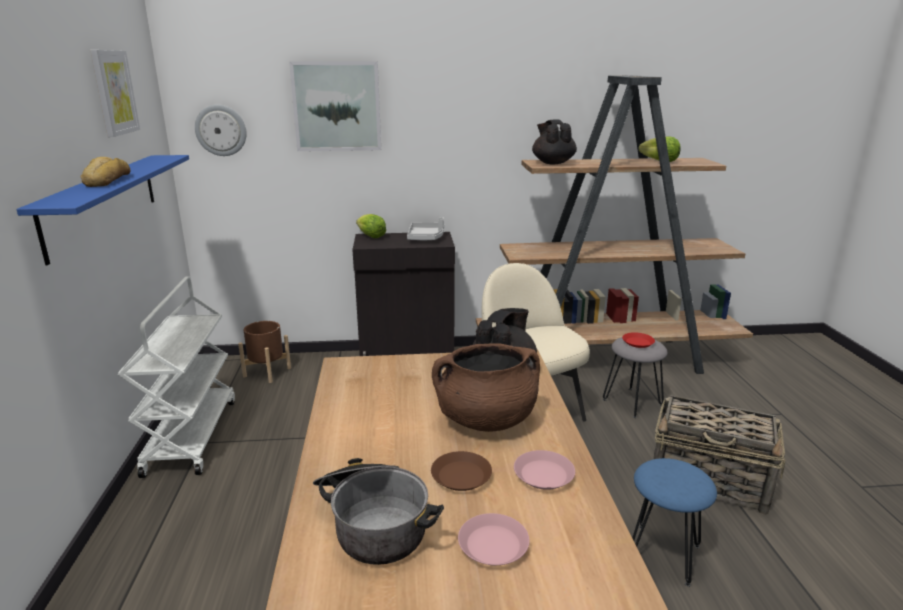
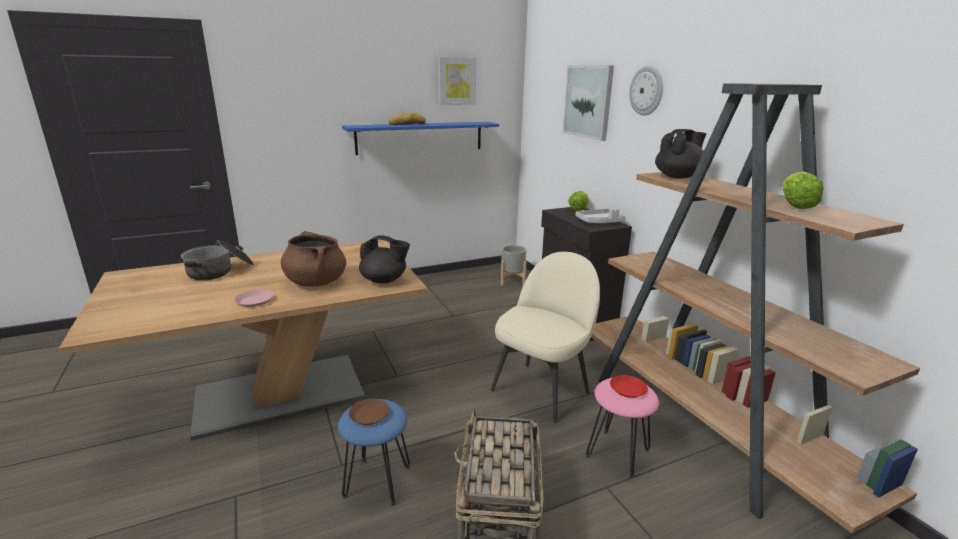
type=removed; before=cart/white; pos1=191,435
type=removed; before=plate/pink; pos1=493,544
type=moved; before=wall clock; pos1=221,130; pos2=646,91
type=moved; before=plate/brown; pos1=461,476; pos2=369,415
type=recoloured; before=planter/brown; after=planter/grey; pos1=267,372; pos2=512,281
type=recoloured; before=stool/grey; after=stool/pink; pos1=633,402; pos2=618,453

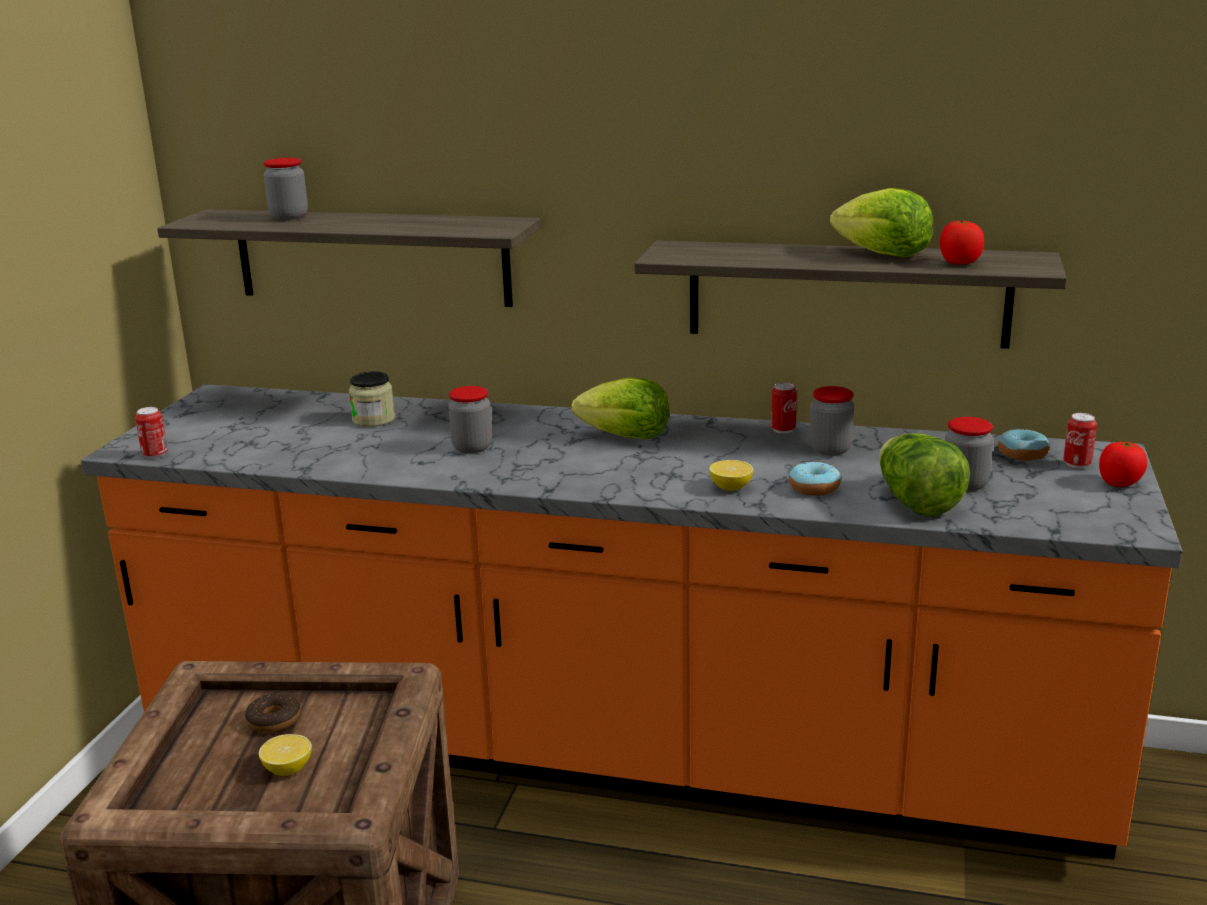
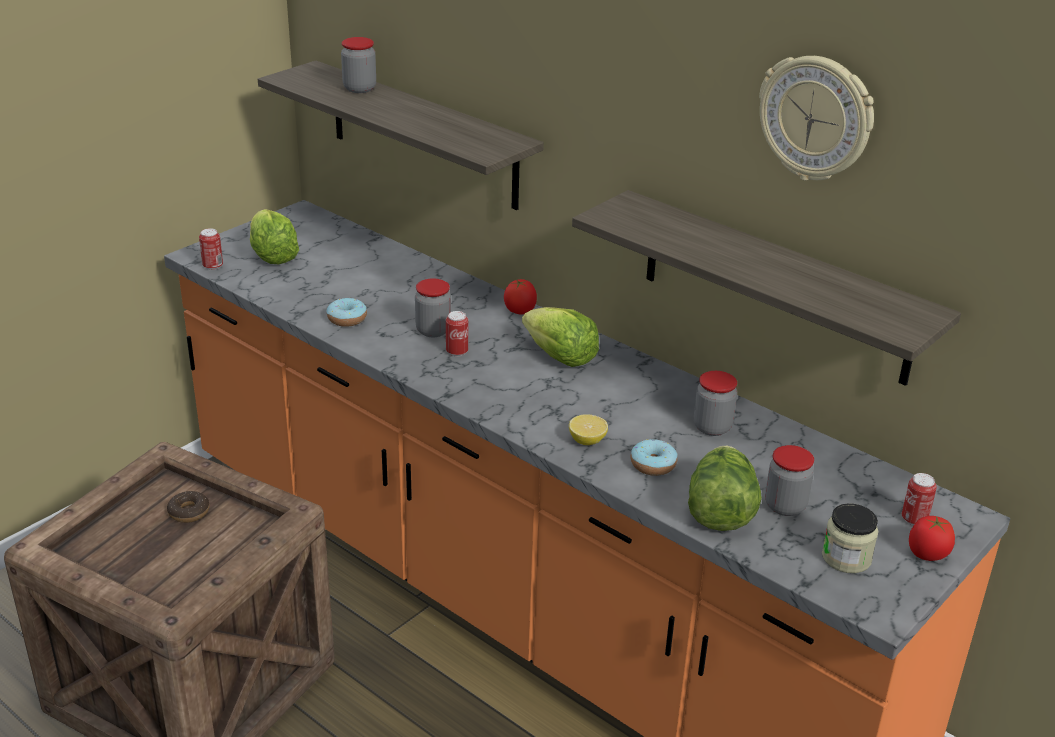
type=removed; before=lemon; pos1=287,769
type=added; after=wall clock; pos2=816,118
type=moved; before=jar; pos1=373,419; pos2=846,558
type=moved; before=can; pos1=783,430; pos2=457,352
type=moved; before=lettuce; pos1=882,254; pos2=272,255
type=moved; before=tomato; pos1=959,263; pos2=520,311
type=moved; before=donut; pos1=1022,454; pos2=347,319

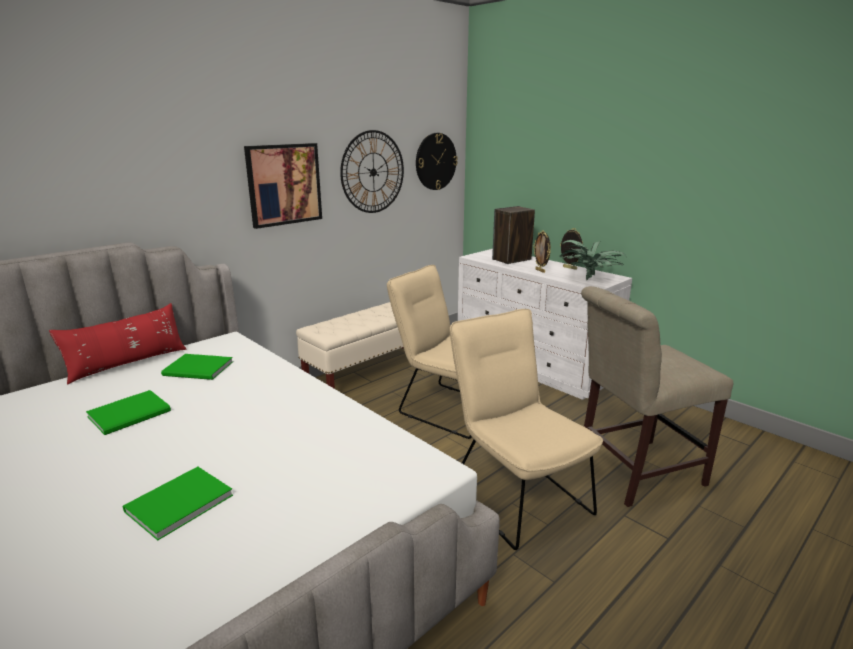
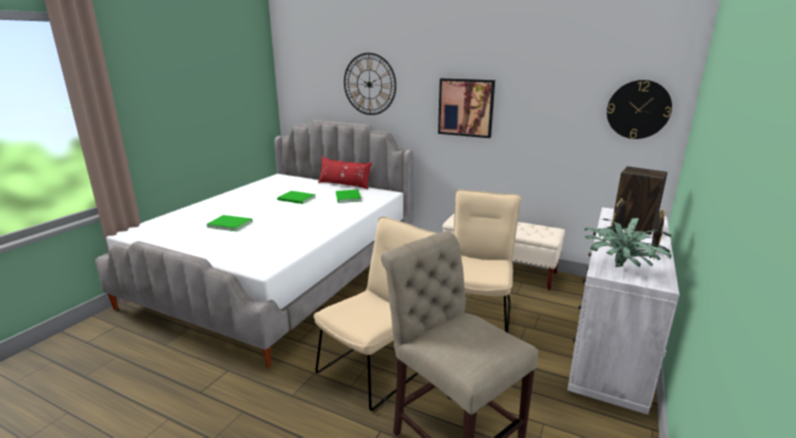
type=moved; before=wall clock; pos1=373,172; pos2=369,84

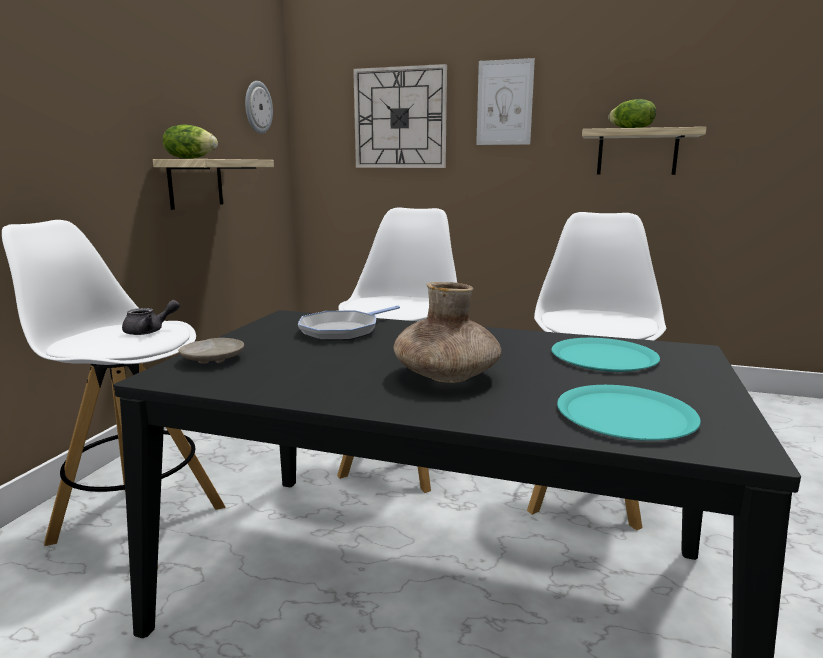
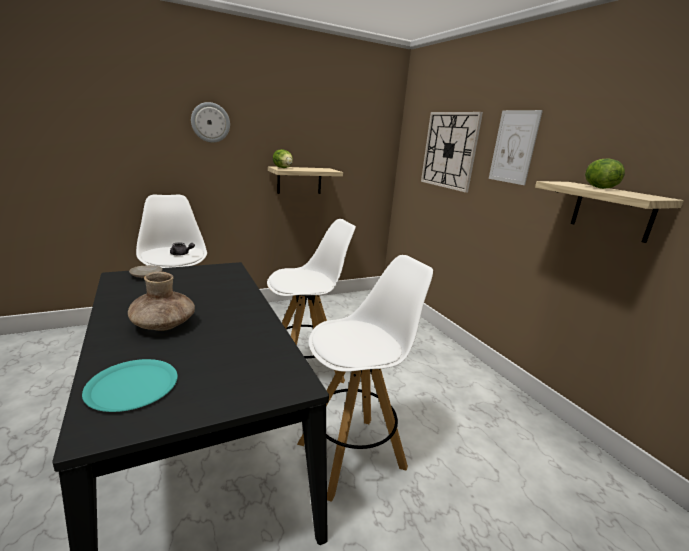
type=removed; before=frying pan; pos1=343,330
type=removed; before=plate/turquoise; pos1=604,357
type=moved; before=wall clock; pos1=257,107; pos2=210,122

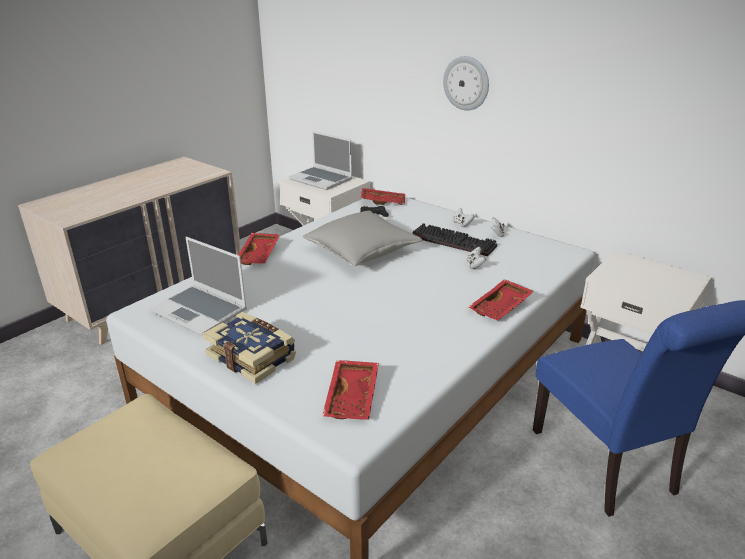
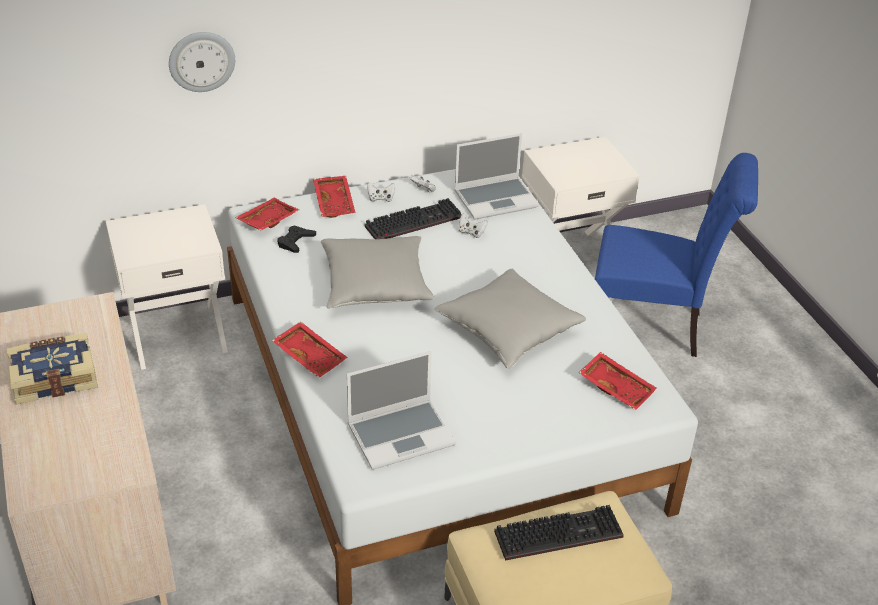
type=added; after=pillow/grey; pos2=508,330
type=added; after=keyboard; pos2=559,532
type=moved; before=book; pos1=252,357; pos2=54,377
type=moved; before=laptop; pos1=322,179; pos2=496,199
type=moved; before=wall clock; pos1=466,83; pos2=201,61
type=moved; before=tray/red; pos1=501,307; pos2=335,203

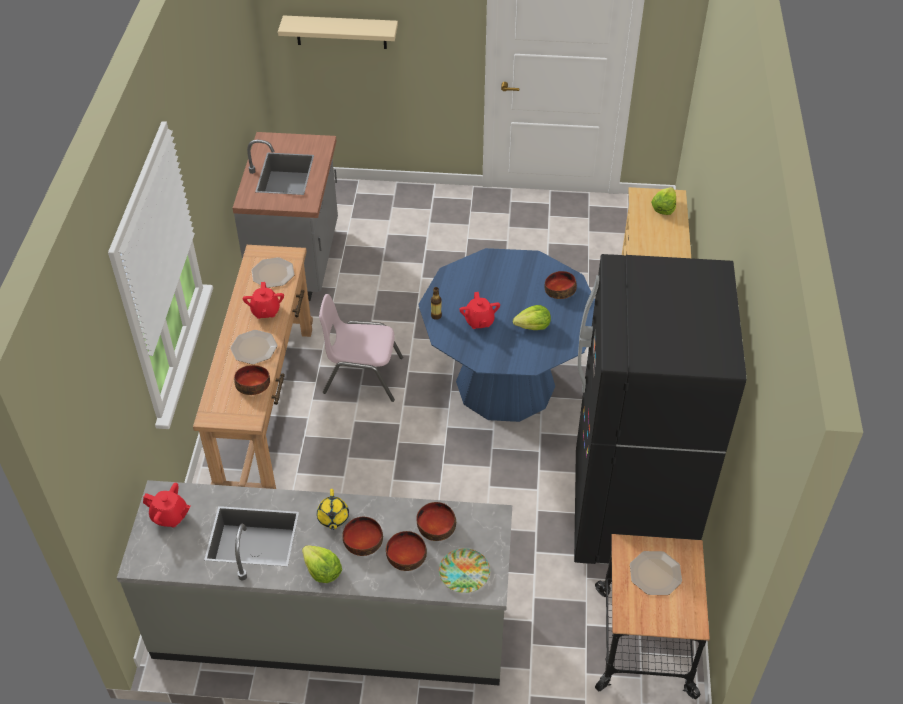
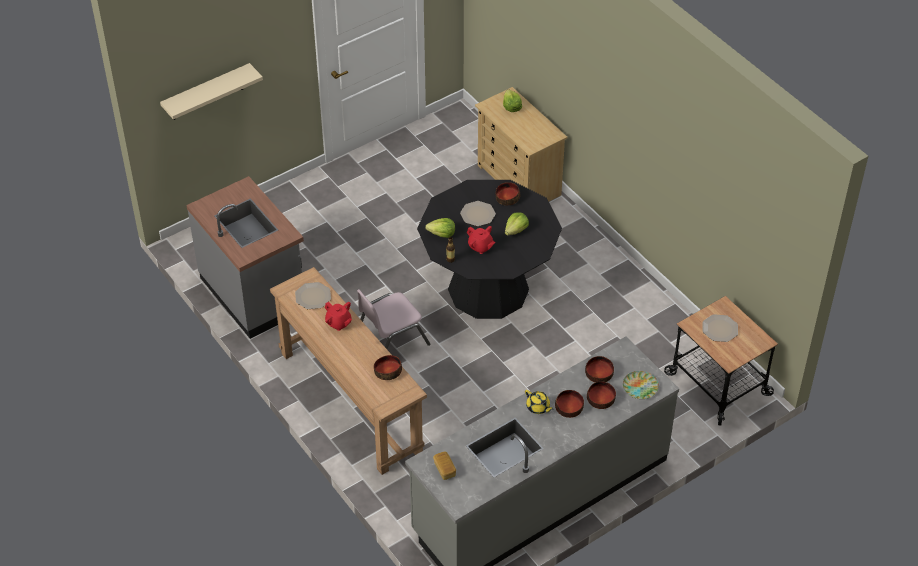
type=removed; before=fridge/black; pos1=630,512
type=moved; before=plate; pos1=253,348; pos2=477,214
type=moved; before=lettuce; pos1=322,571; pos2=442,234
type=replaced; before=teapot/red; after=bread; pos1=170,516; pos2=444,469
type=recoloured; before=dining table/blue; after=dining table/black; pos1=505,384; pos2=488,289

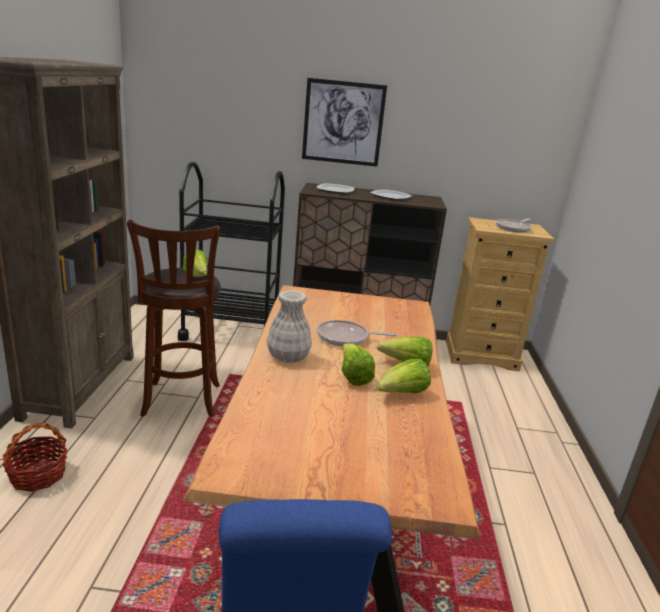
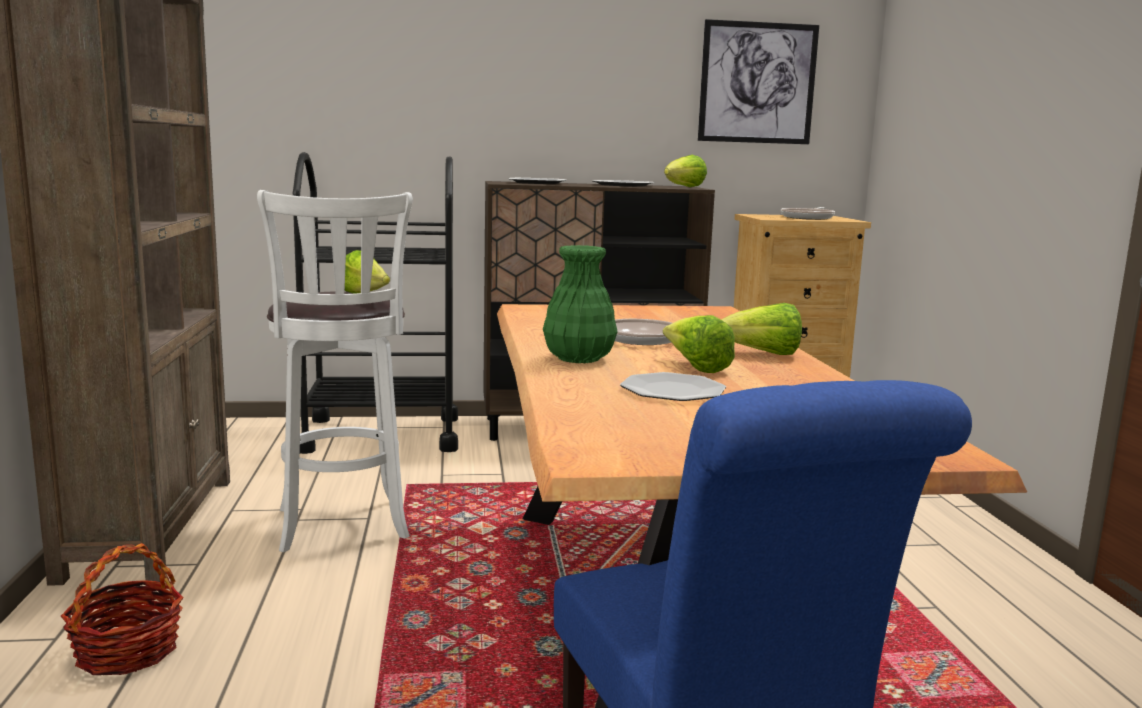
type=added; after=plate; pos2=673,390
type=moved; before=picture; pos1=343,123; pos2=757,83
type=moved; before=lettuce; pos1=402,394; pos2=683,187
type=recoloured; before=stool/brown; after=stool/white; pos1=181,402; pos2=343,527
type=recoloured; before=vase/white; after=vase/green; pos1=288,357; pos2=578,358

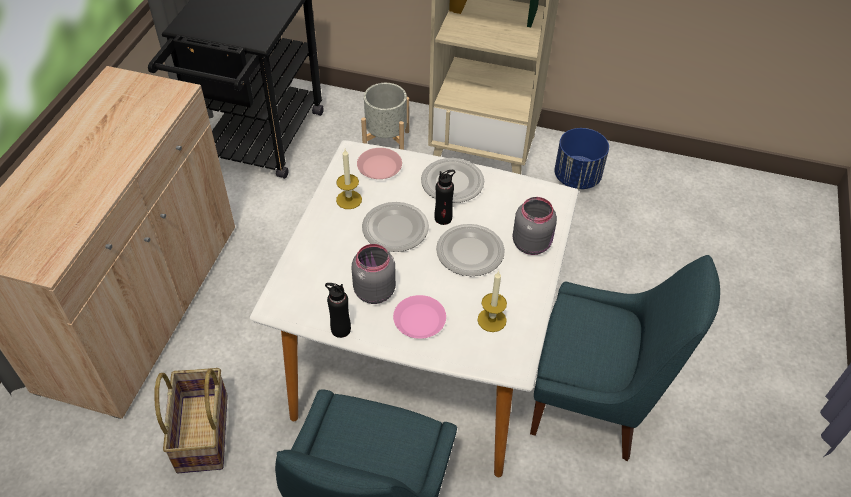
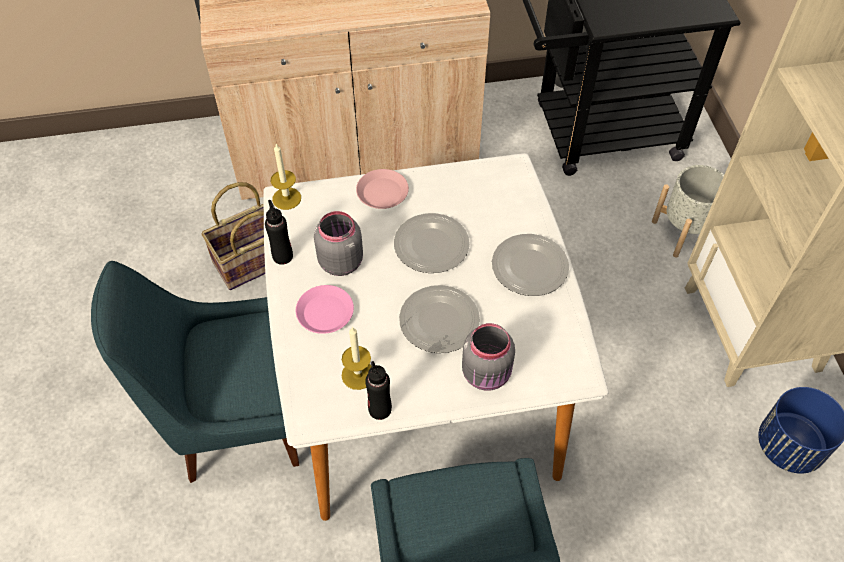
type=moved; before=candle; pos1=349,199; pos2=286,198
type=moved; before=plate/pink; pos1=379,167; pos2=382,193
type=moved; before=bottle/black; pos1=443,218; pos2=380,409

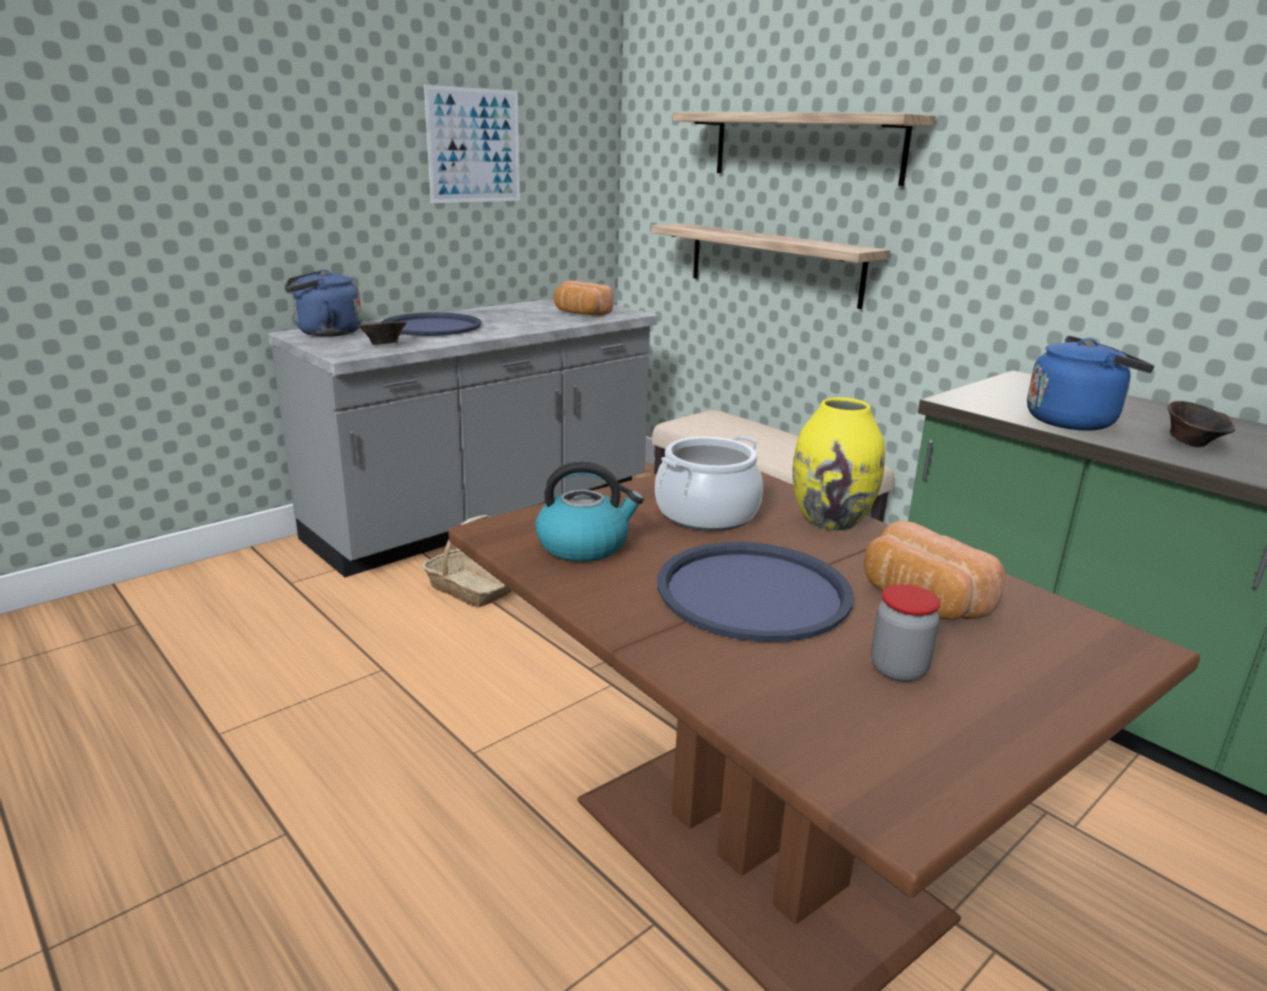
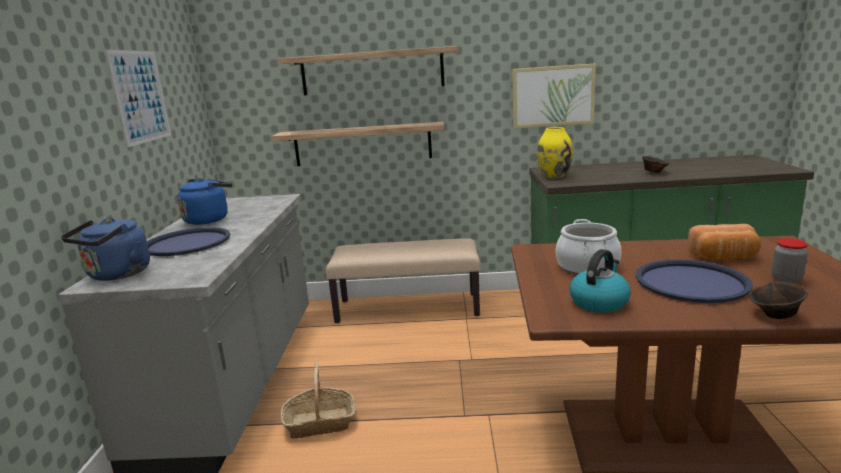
type=removed; before=bread; pos1=580,313
type=added; after=picture; pos2=552,96
type=moved; before=bowl/brown; pos1=383,345; pos2=775,315
type=moved; before=vase/yellow; pos1=831,520; pos2=554,176
type=moved; before=kettle/blue; pos1=1075,421; pos2=209,219

